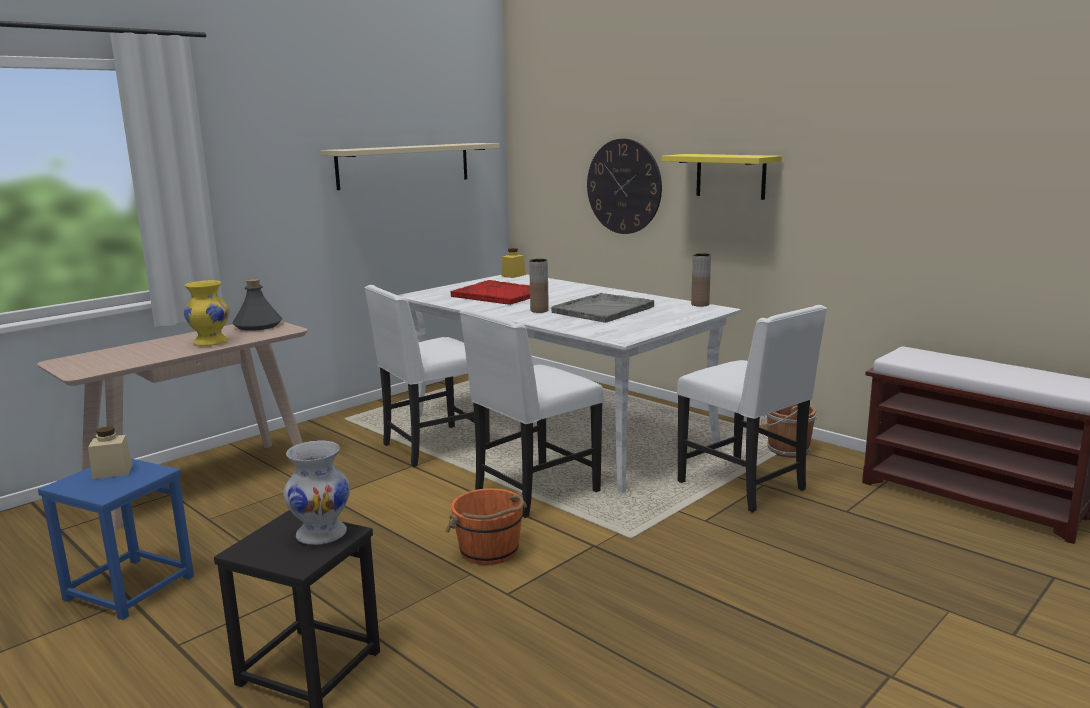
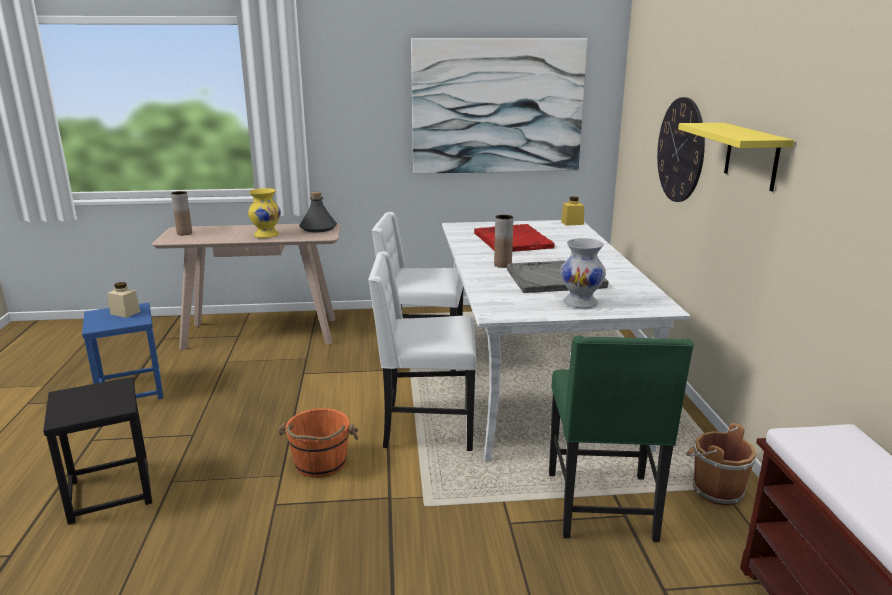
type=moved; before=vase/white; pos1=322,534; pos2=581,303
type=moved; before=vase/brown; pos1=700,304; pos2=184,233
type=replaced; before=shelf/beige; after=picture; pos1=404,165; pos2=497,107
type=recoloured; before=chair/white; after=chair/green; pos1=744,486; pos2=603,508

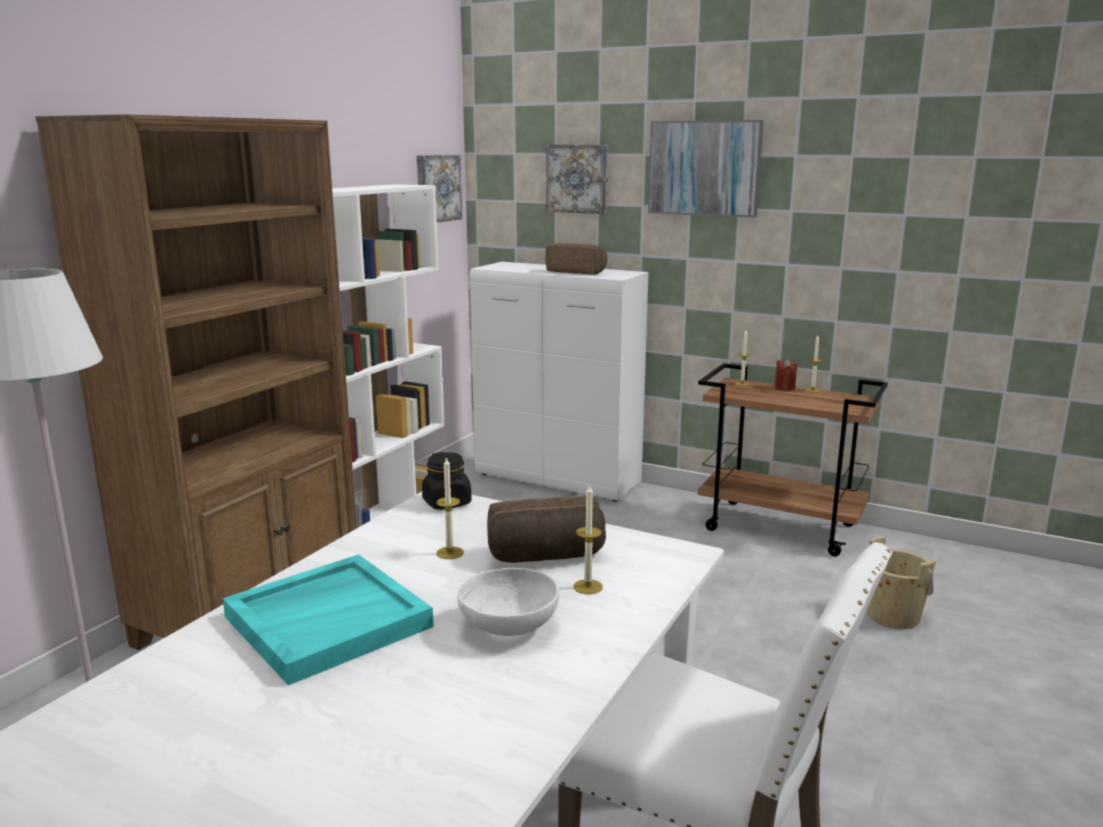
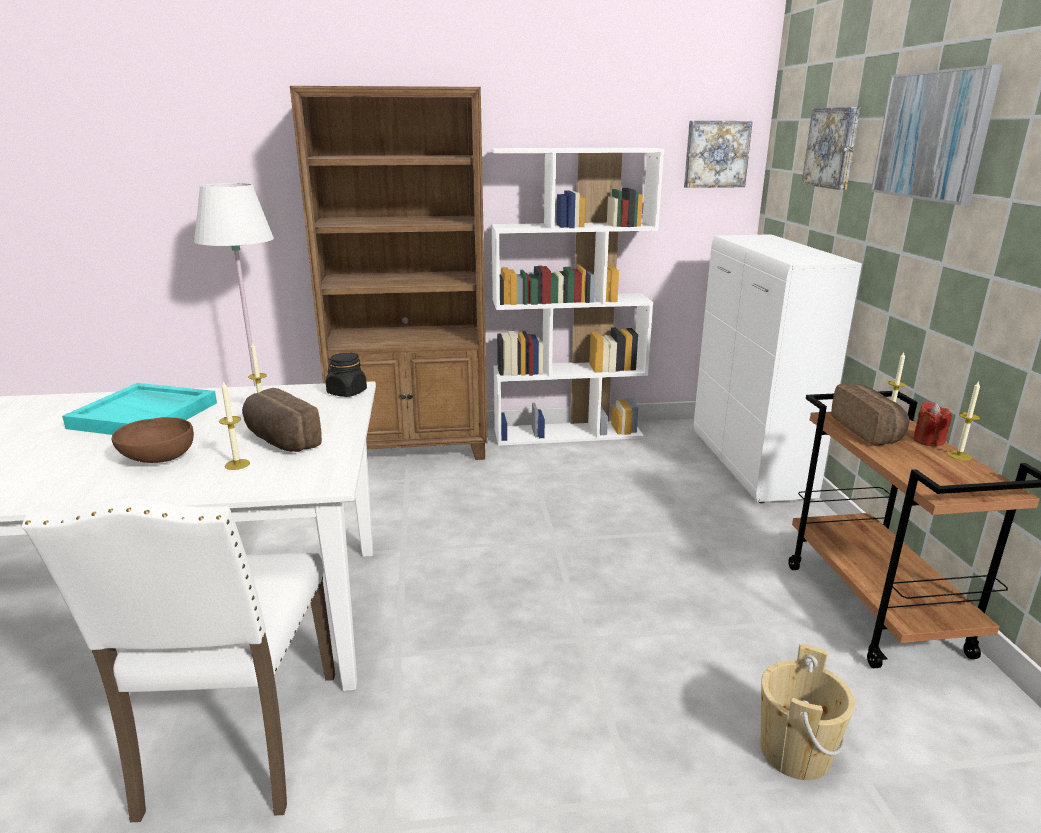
type=moved; before=bread; pos1=577,272; pos2=869,430
type=recoloured; before=bowl/white; after=bowl/brown; pos1=508,628; pos2=157,458

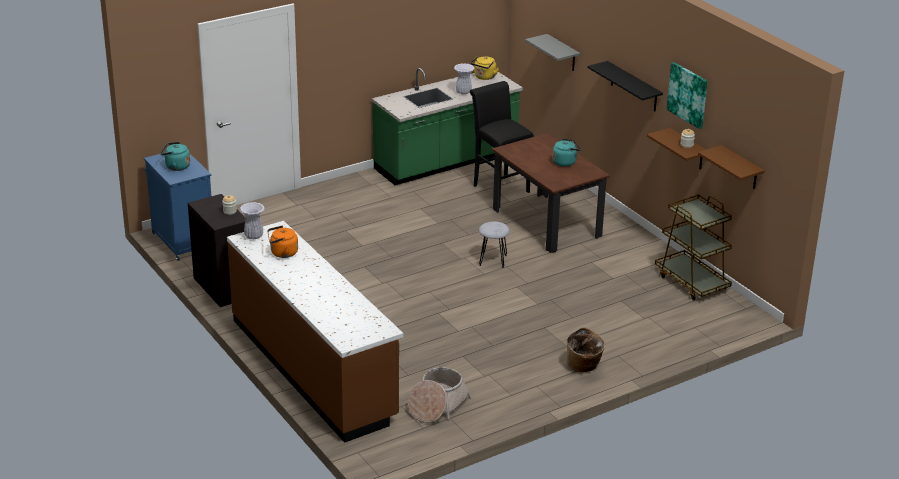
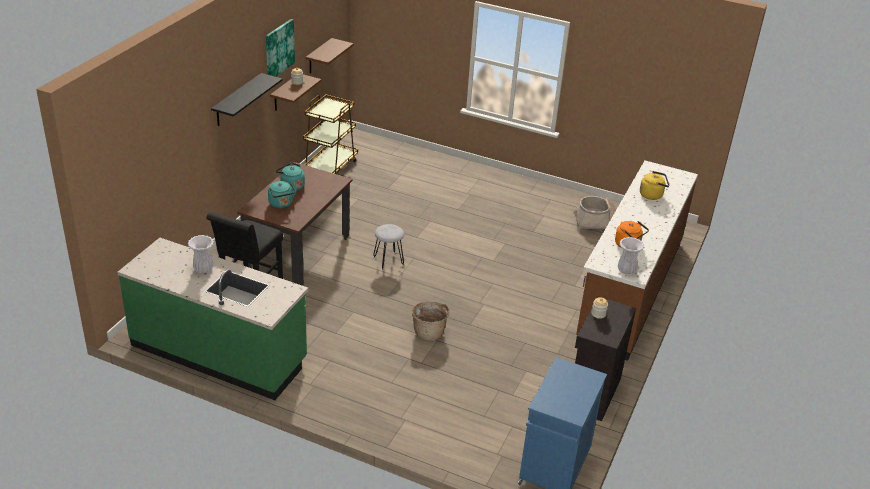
type=removed; before=shelf/grey; pos1=563,53
type=moved; before=kettle/turquoise; pos1=176,167; pos2=281,204
type=moved; before=kettle/yellow; pos1=484,77; pos2=652,195
type=moved; before=basket; pos1=584,366; pos2=429,332

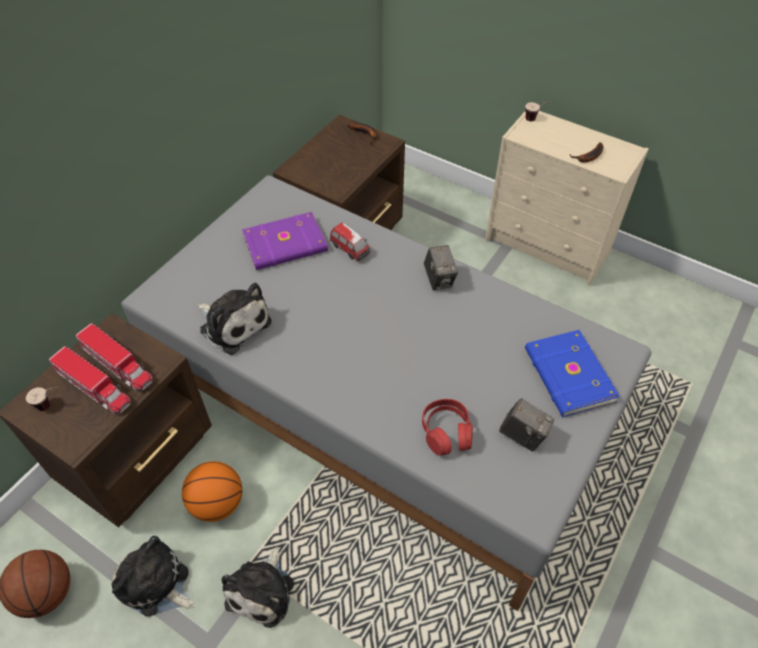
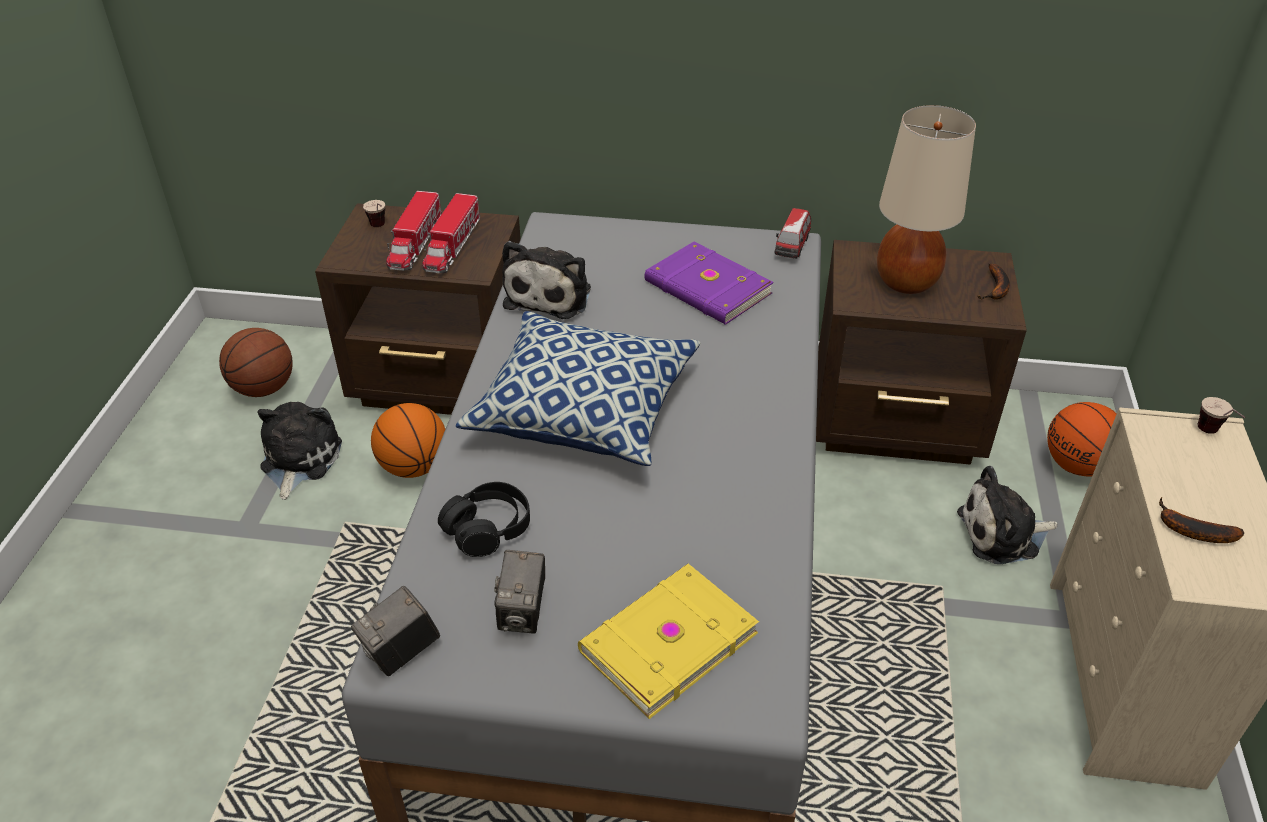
type=added; after=pillow; pos2=584,409
type=added; after=table lamp/beige; pos2=906,282
type=added; after=basketball; pos2=1078,466
type=moved; before=plush toy; pos1=263,590; pos2=1003,534
type=moved; before=toy car; pos1=350,249; pos2=792,247
type=moved; before=photo camera; pos1=439,279; pos2=401,652
type=recoloured; before=headphones/red; after=headphones/black; pos1=446,432; pos2=488,528
type=recoloured; before=book/blue; after=book/yellow; pos1=567,376; pos2=665,641

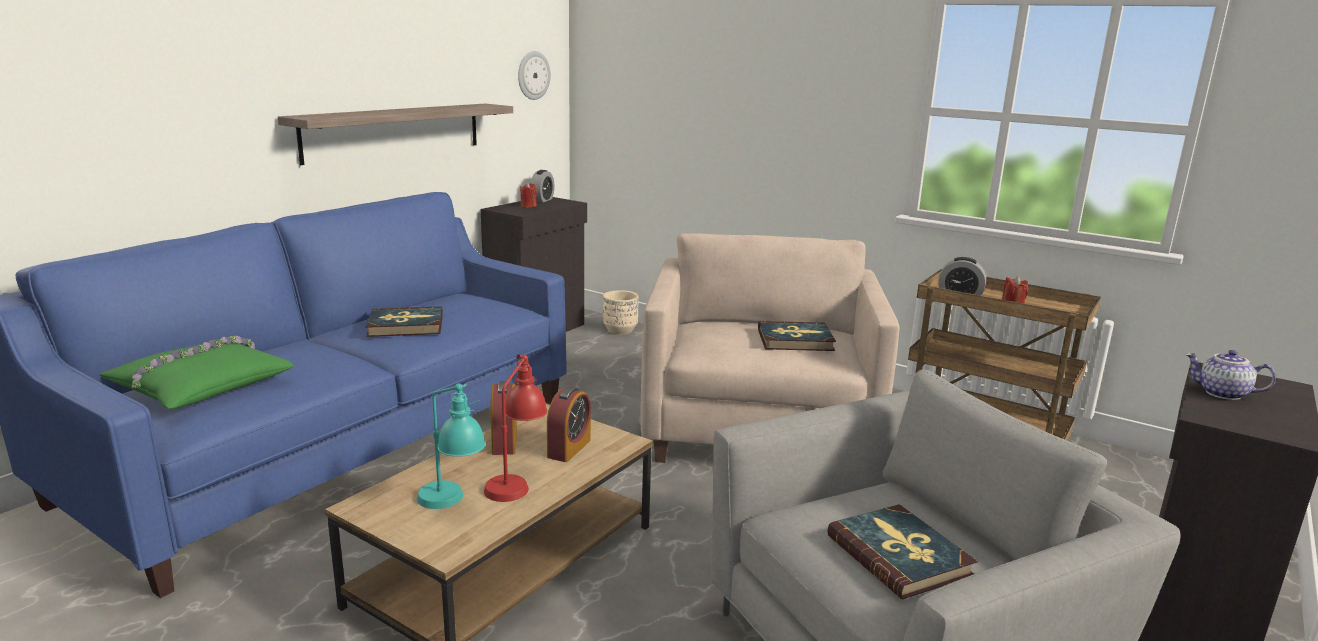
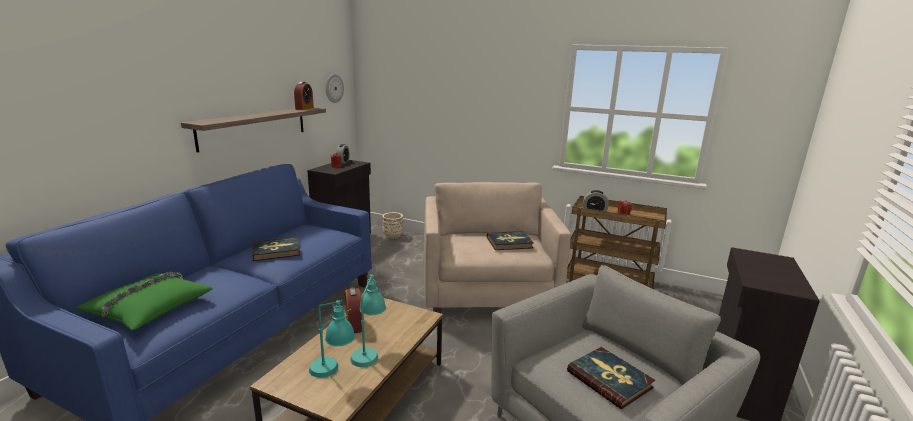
type=removed; before=teapot; pos1=1221,394
type=moved; before=alarm clock; pos1=569,448; pos2=304,108
type=recoloured; before=table lamp/red; after=table lamp/turquoise; pos1=516,481; pos2=368,351

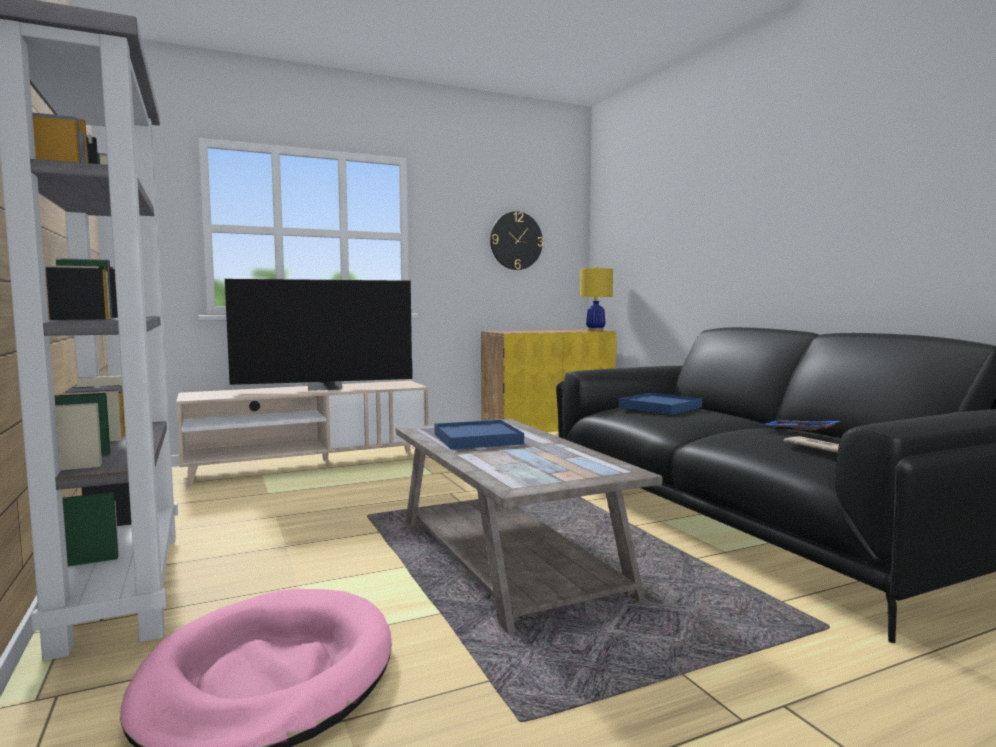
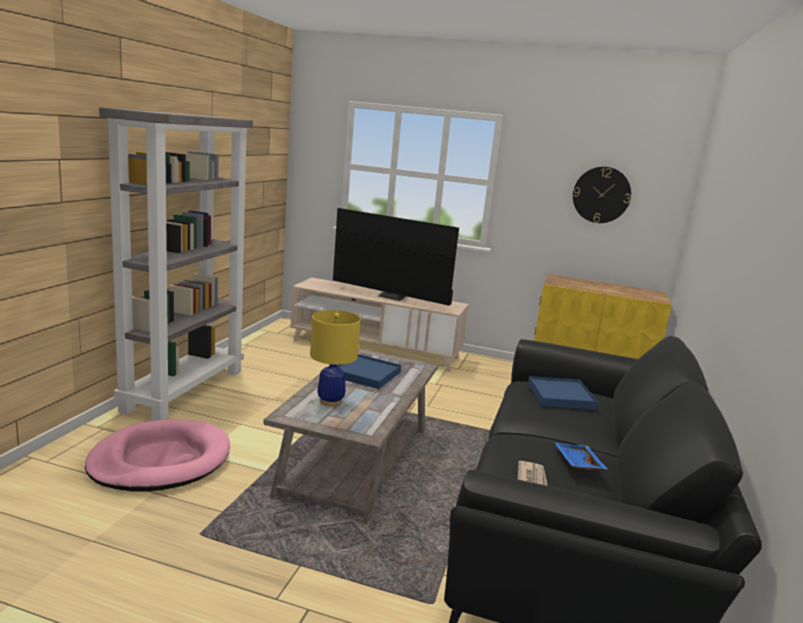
type=moved; before=table lamp/yellow; pos1=595,330; pos2=330,401

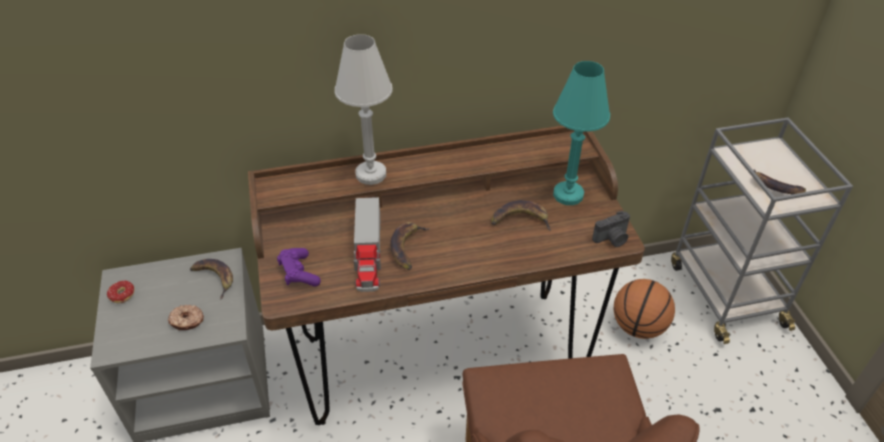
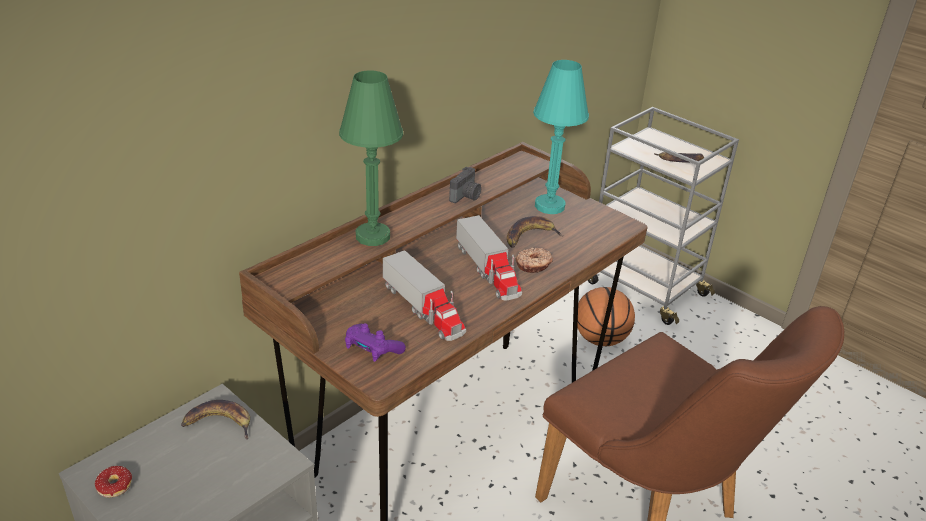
type=removed; before=banana; pos1=407,247
type=added; after=toy truck; pos2=488,270
type=moved; before=donut; pos1=187,321; pos2=533,265
type=moved; before=photo camera; pos1=612,239; pos2=466,196
type=recoloured; before=table lamp/white; after=table lamp/green; pos1=371,174; pos2=373,236

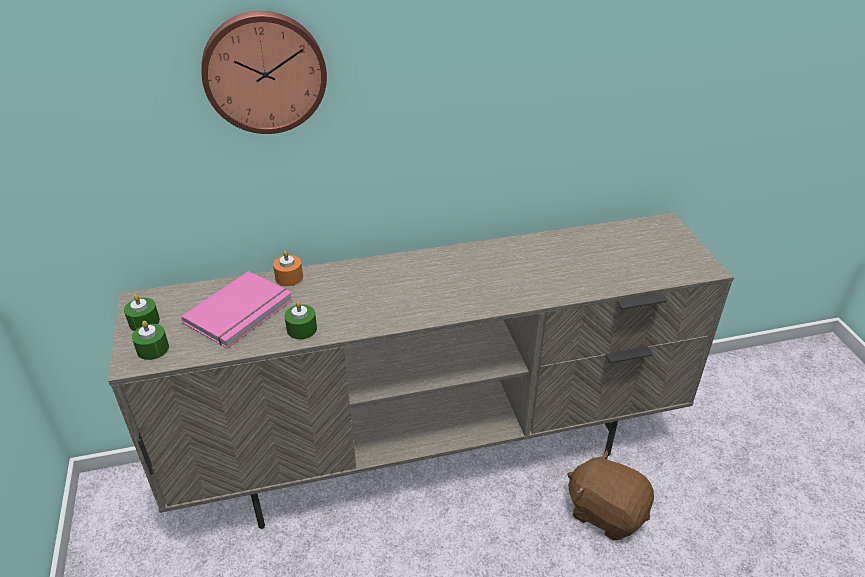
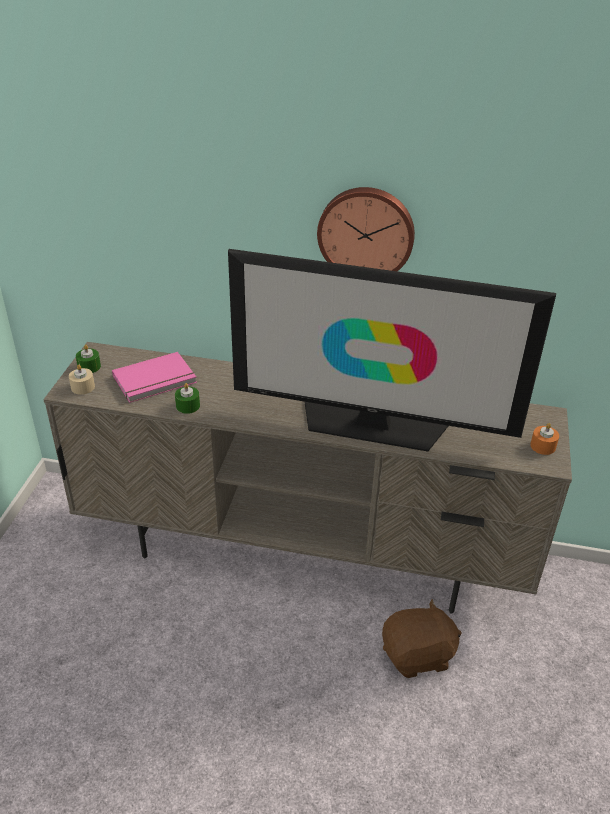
type=added; after=television; pos2=372,425
type=moved; before=wall clock; pos1=264,72; pos2=366,232
type=moved; before=candle/orange; pos1=289,277; pos2=543,446
type=recoloured; before=candle/green; after=candle/beige; pos1=153,349; pos2=83,387
type=turned; before=plush toy/brown; pos1=606,511; pos2=418,655; turn=105

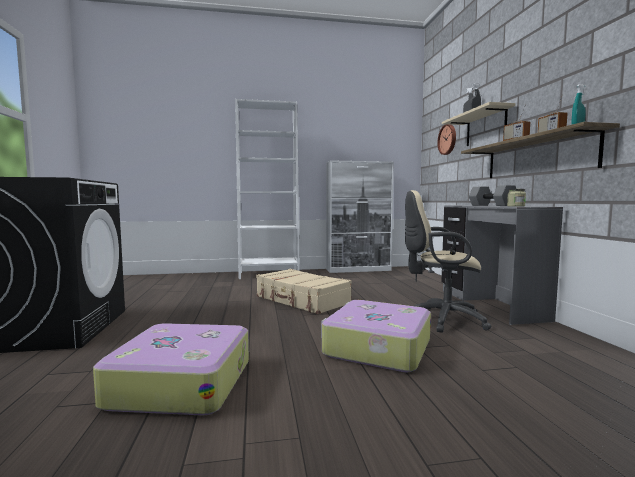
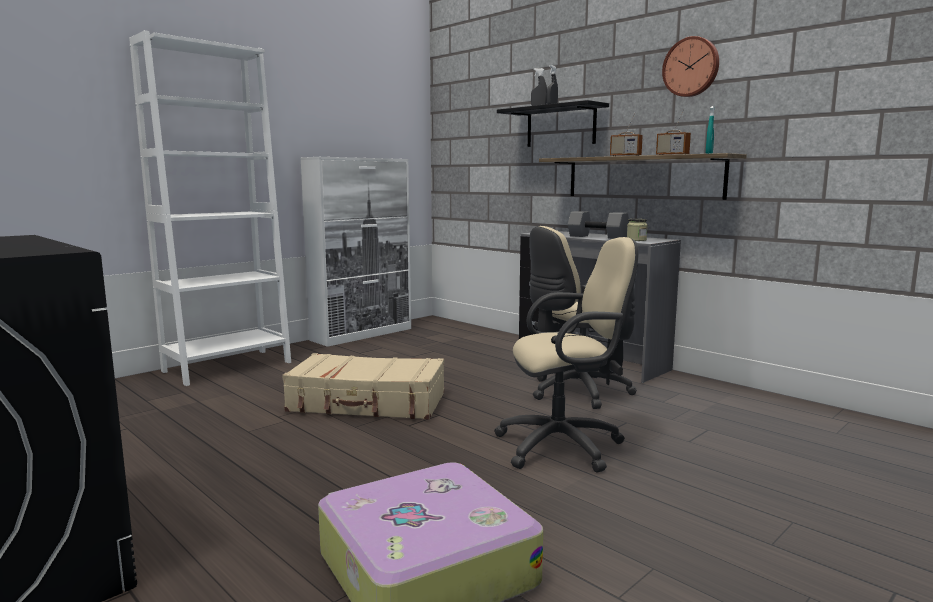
type=moved; before=wall clock; pos1=448,139; pos2=691,67
type=replaced; before=suitcase; after=office chair/beige; pos1=376,348; pos2=566,446
type=recoloured; before=shelf/beige; after=shelf/black; pos1=485,127; pos2=560,126

